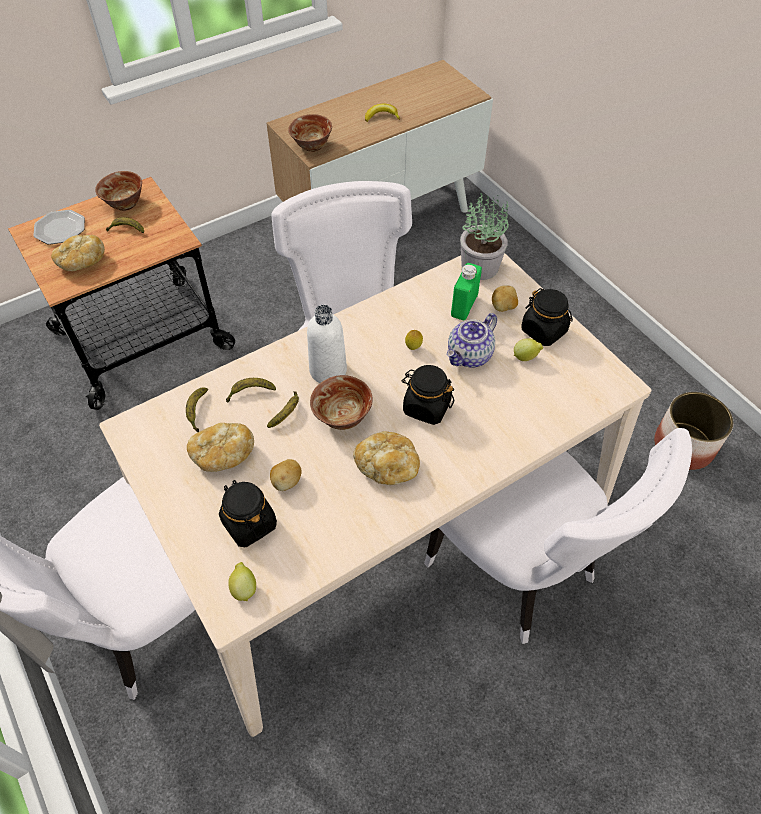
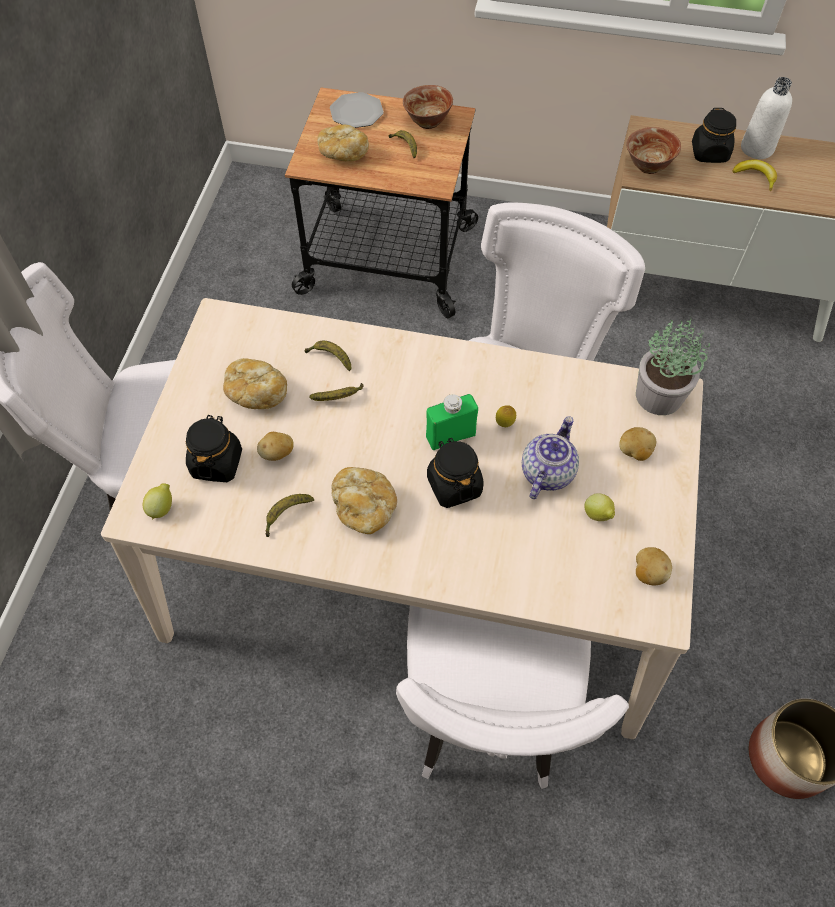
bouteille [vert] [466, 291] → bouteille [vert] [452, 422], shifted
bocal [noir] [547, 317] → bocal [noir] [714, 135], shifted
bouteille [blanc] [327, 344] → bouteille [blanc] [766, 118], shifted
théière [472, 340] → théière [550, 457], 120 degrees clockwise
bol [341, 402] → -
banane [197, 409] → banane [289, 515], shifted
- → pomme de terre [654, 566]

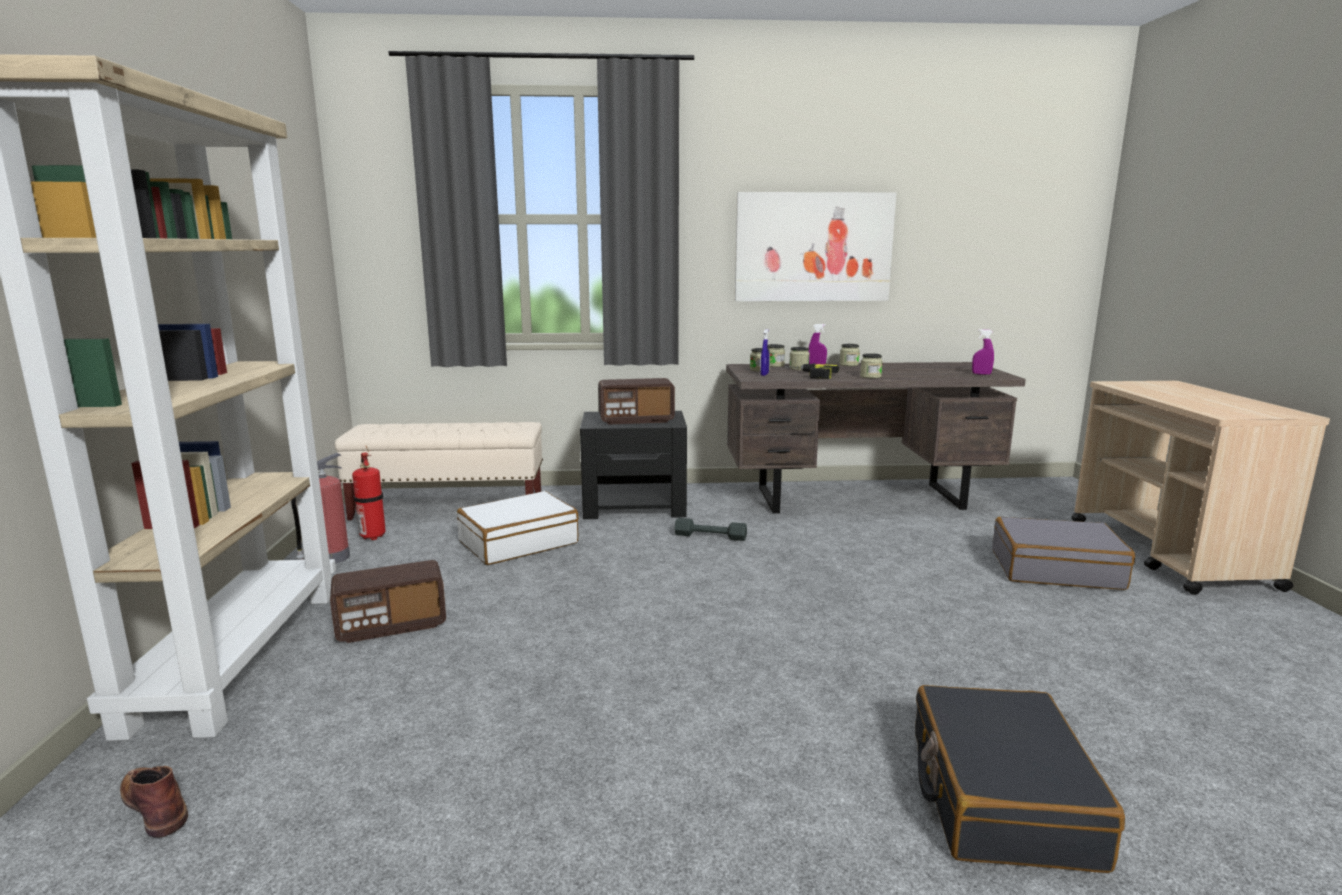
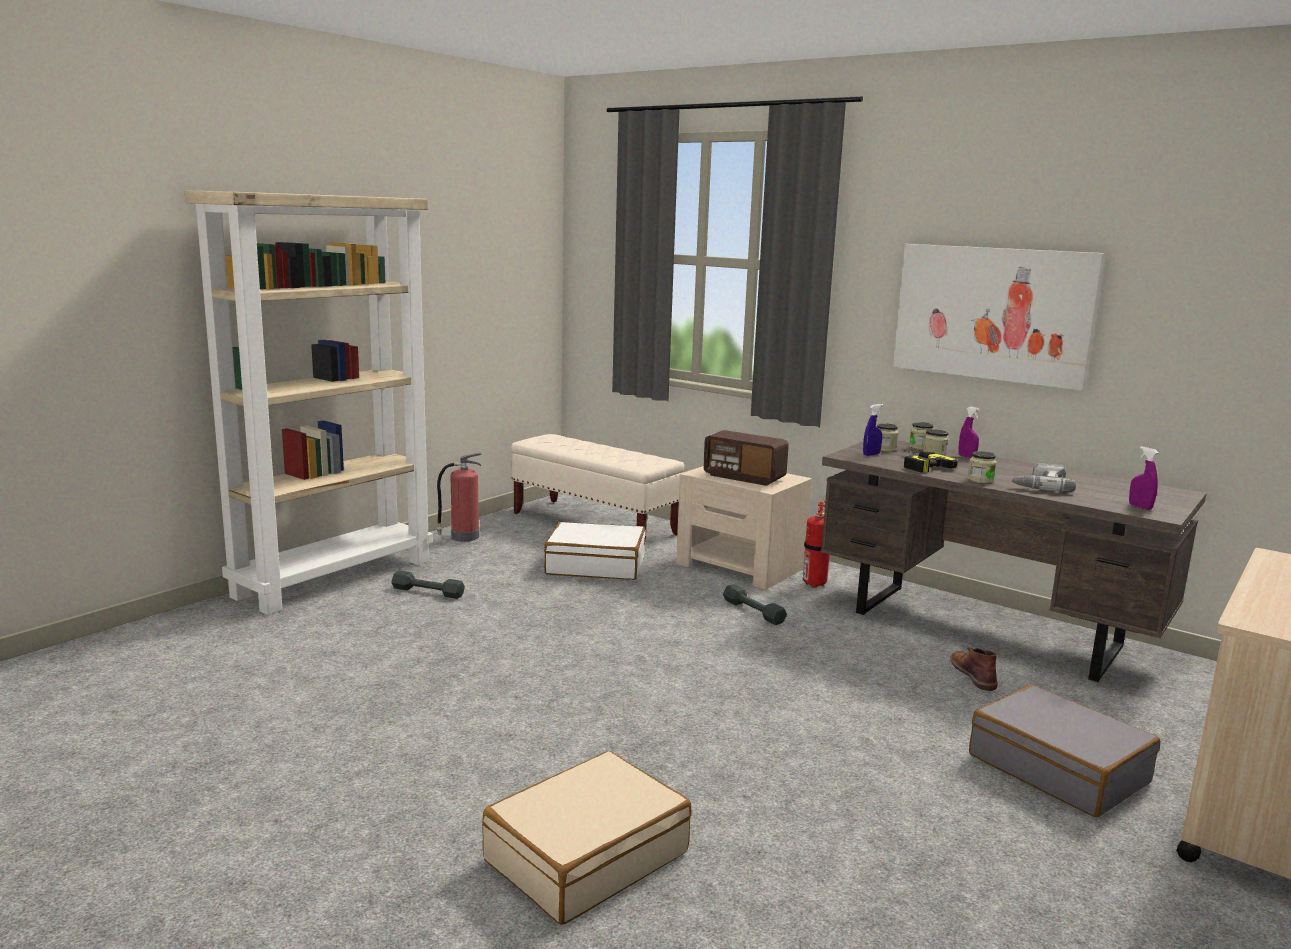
bocal [849, 355] → -
table de chevet [noir] [633, 465] → table de chevet [beige] [744, 528]
extincteur [369, 493] → extincteur [816, 542], shifted
radio [388, 601] → haltère [gris] [428, 585]
valise [noir] [1020, 779] → valise [beige] [586, 837]
botte [marron] [154, 802] → botte [marron] [974, 669], shifted
- → perceuse [1043, 477]

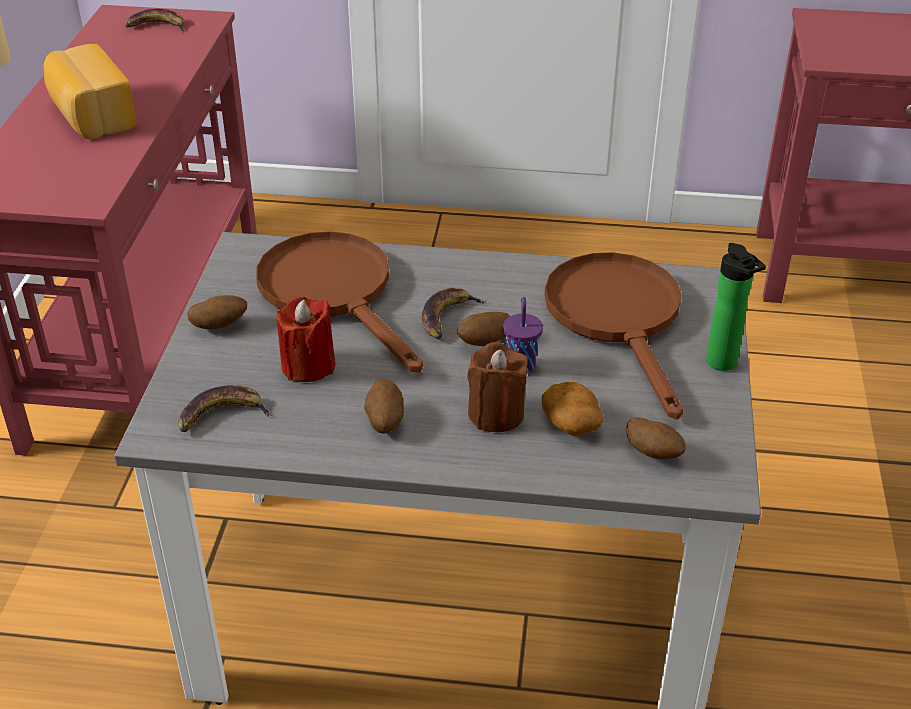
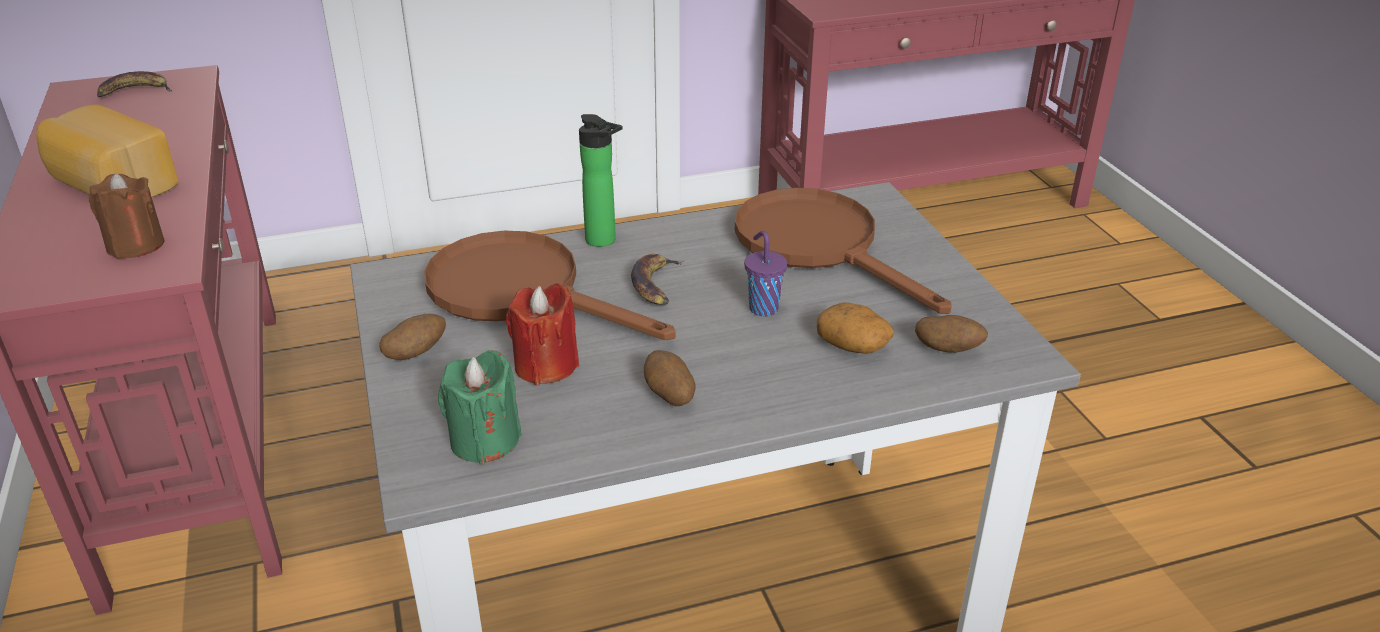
bouteille [736, 307] → bouteille [600, 180], shifted
pomme de terre [483, 329] → -
bougie [marron] [497, 387] → bougie [marron] [126, 216], shifted
banane [225, 408] → bougie [vert] [480, 407]

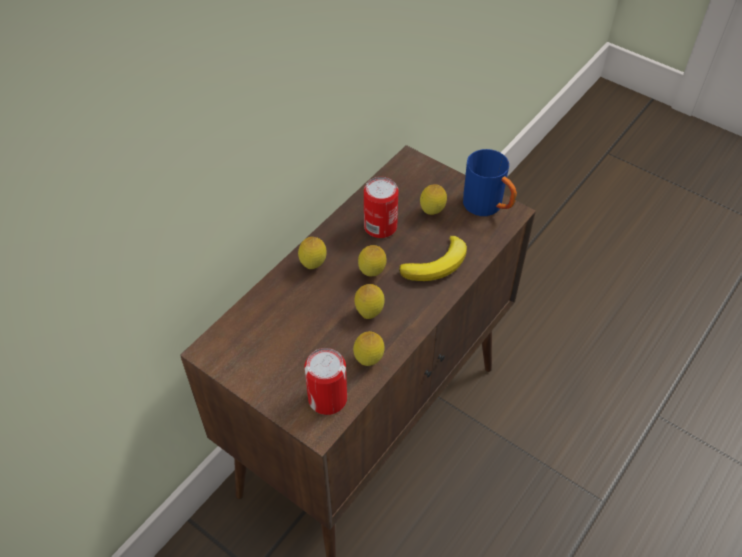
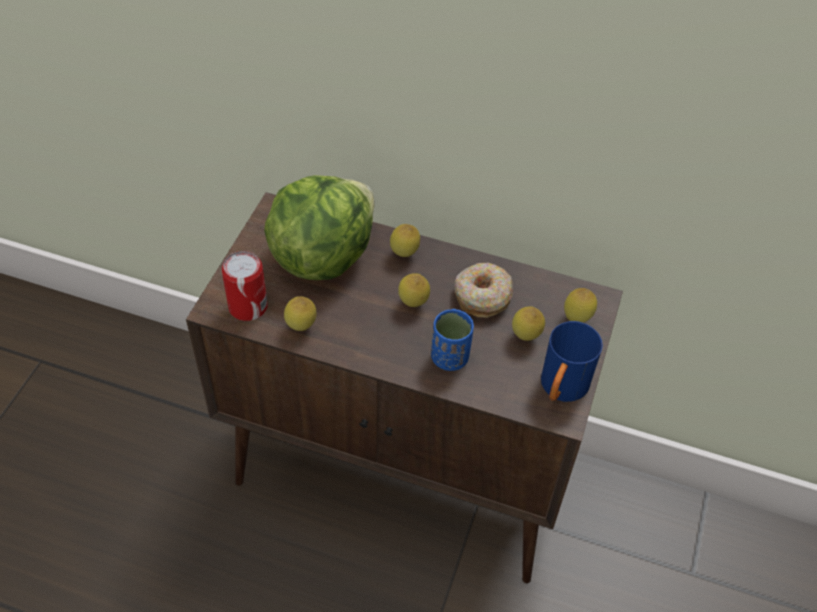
boîte métallique [381, 207] → beignet [484, 290]
banane [433, 258] → tasse [bleu] [452, 340]
citron [370, 301] → citron [580, 305], shifted
- → laitue [319, 227]

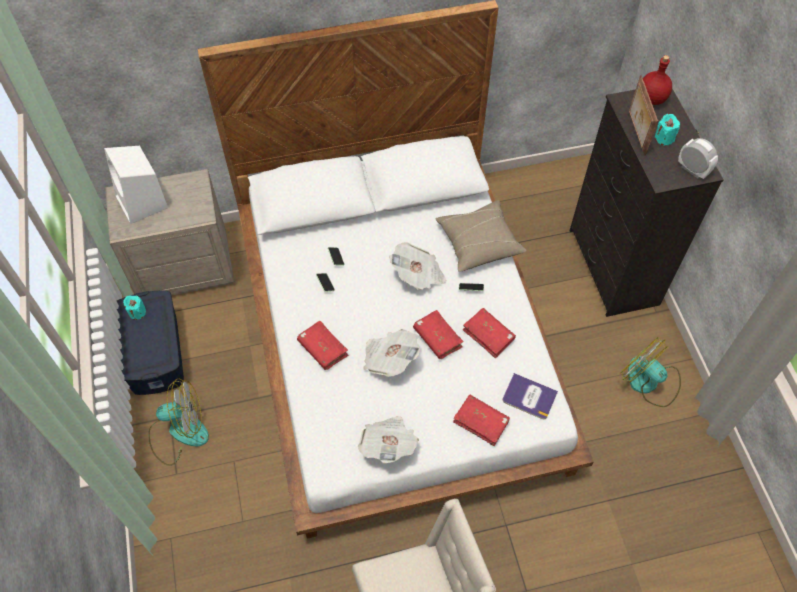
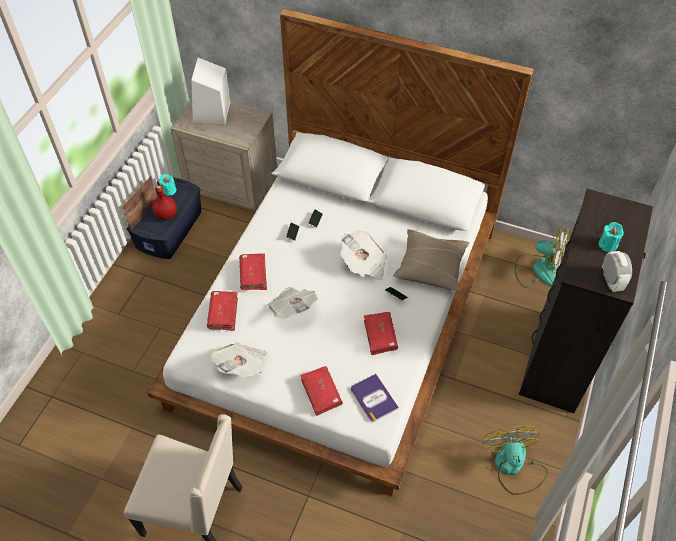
bouteille [rouge] [657, 80] → bouteille [rouge] [164, 202], shifted
cadre photo [643, 115] → cadre photo [140, 203], shifted
livre [rouge] [438, 334] → livre [rouge] [222, 311], shifted
ventilateur [178, 422] → ventilateur [543, 257], shifted

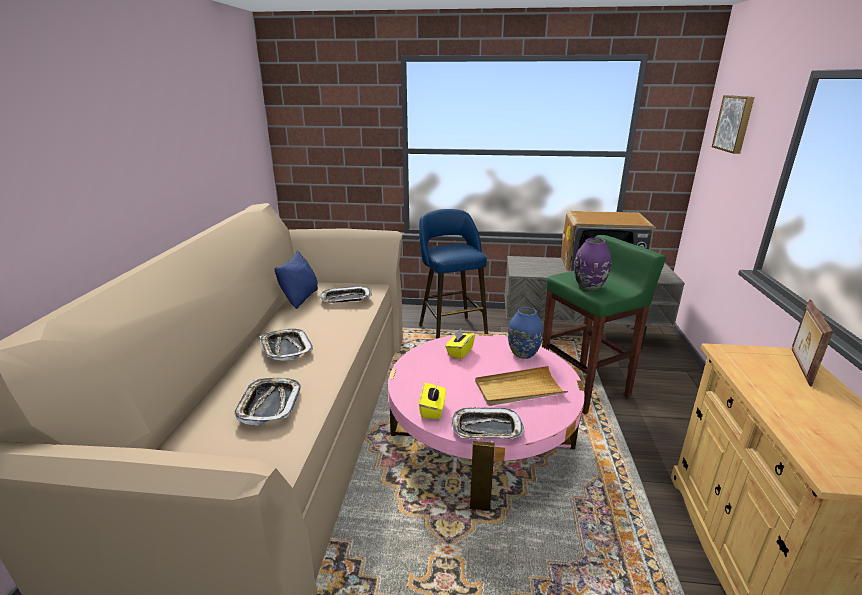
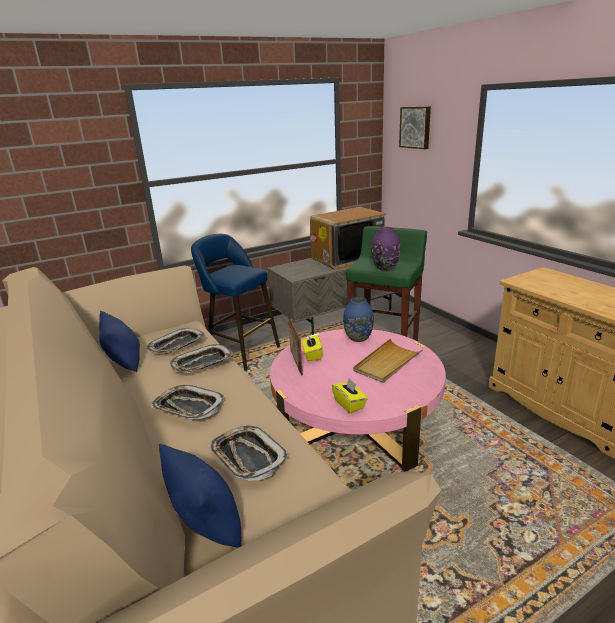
cadre photo [812, 343] → cadre photo [296, 347], shifted
plateau [488, 423] → plateau [201, 358], shifted
- → coussin [bleu] [200, 496]

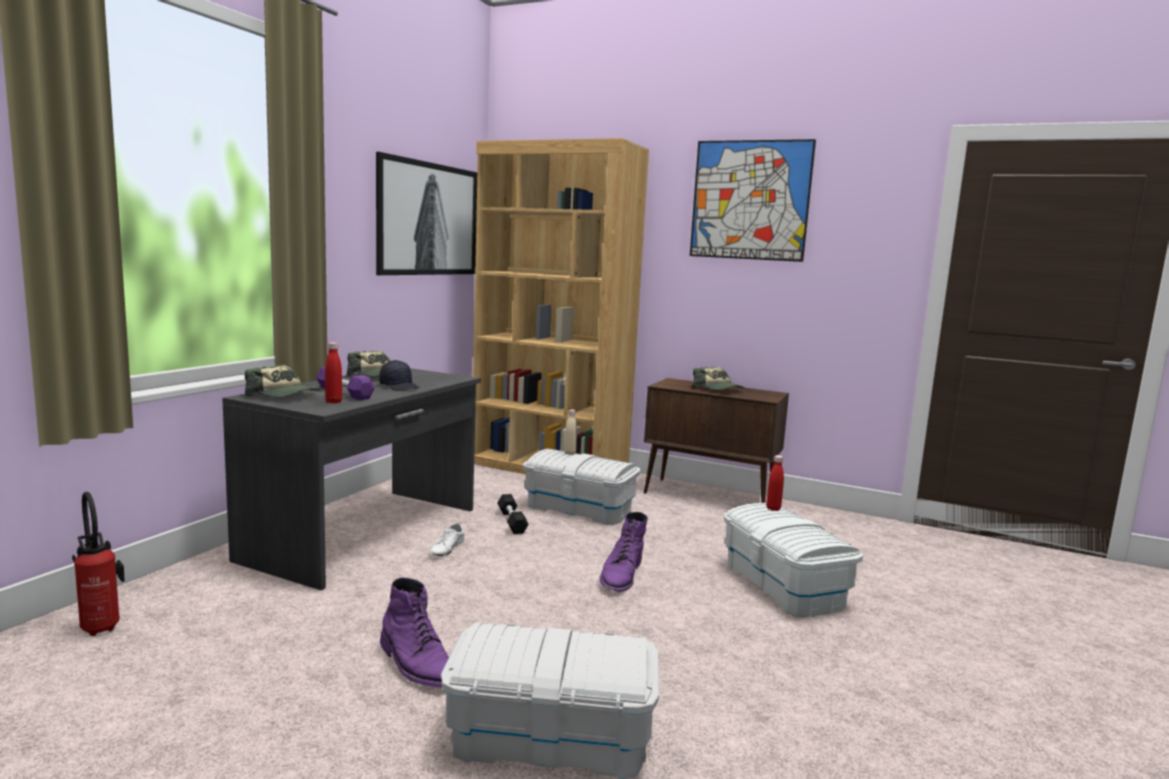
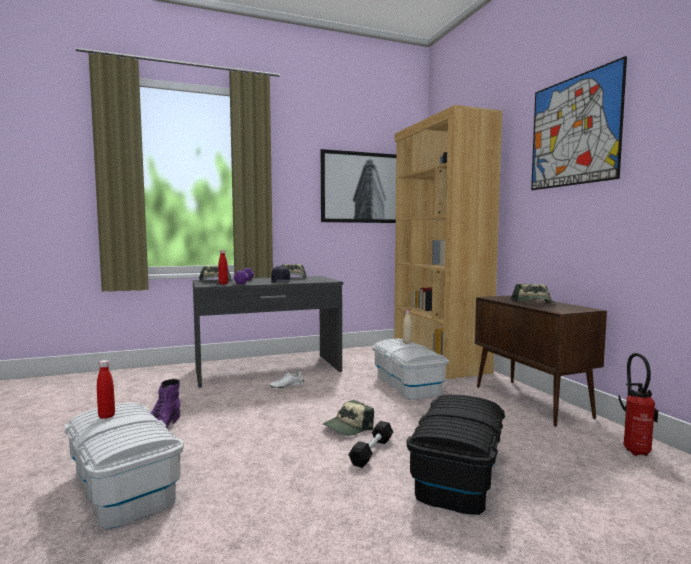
bouteille [rouge] [775, 483] → bouteille [rouge] [106, 389], shifted
extincteur [98, 564] → extincteur [638, 404], shifted
haltère [noir] [513, 514] → haltère [noir] [371, 444], shifted
boîte de rangement [blanc] [793, 560] → boîte de rangement [noir] [456, 454]
botte [violet] [623, 552] → casquette [348, 418]

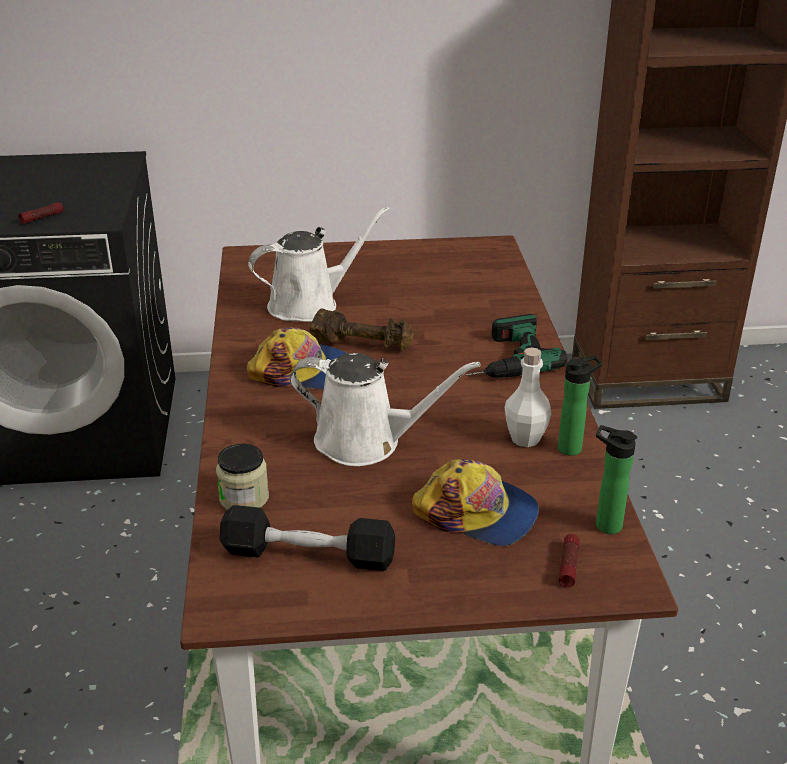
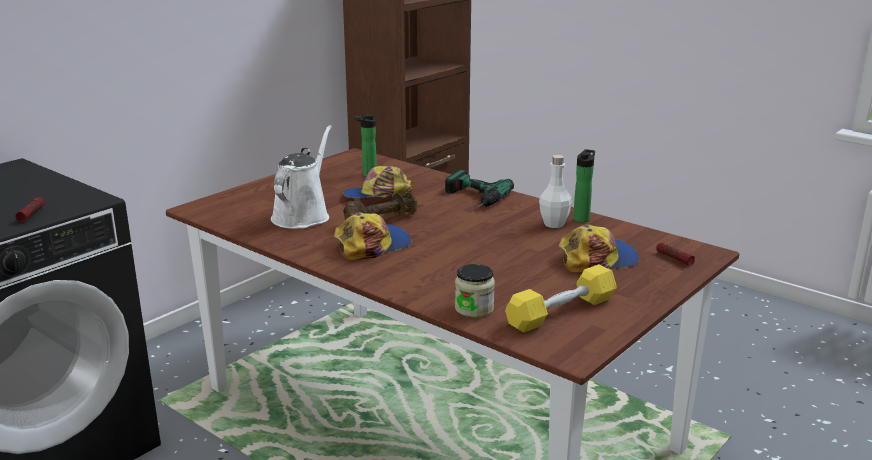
arrosoir [blanc] [385, 409] → -
bouteille [616, 479] → bouteille [365, 145], shifted
haltère [noir] [307, 538] → haltère [jaune] [561, 298]
- → casquette [378, 182]

